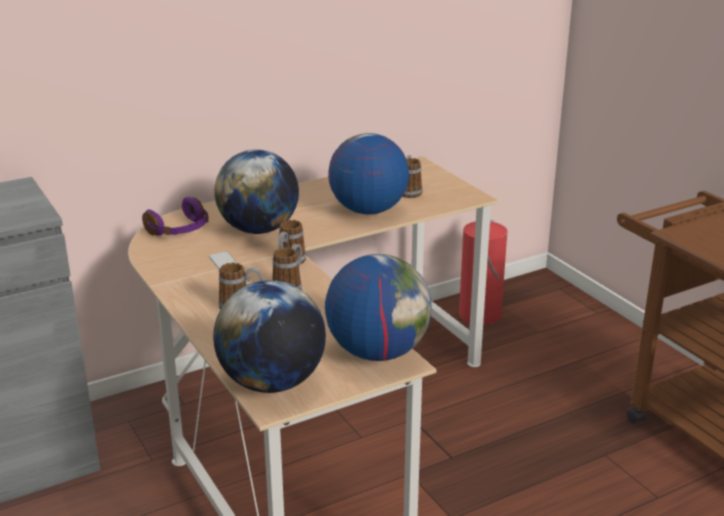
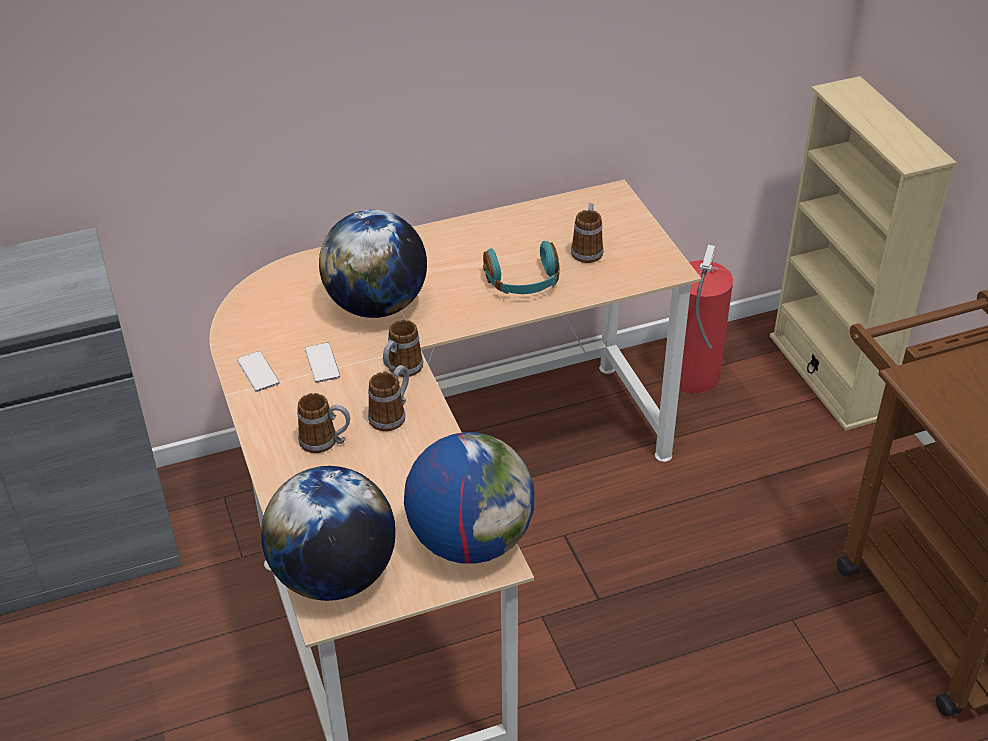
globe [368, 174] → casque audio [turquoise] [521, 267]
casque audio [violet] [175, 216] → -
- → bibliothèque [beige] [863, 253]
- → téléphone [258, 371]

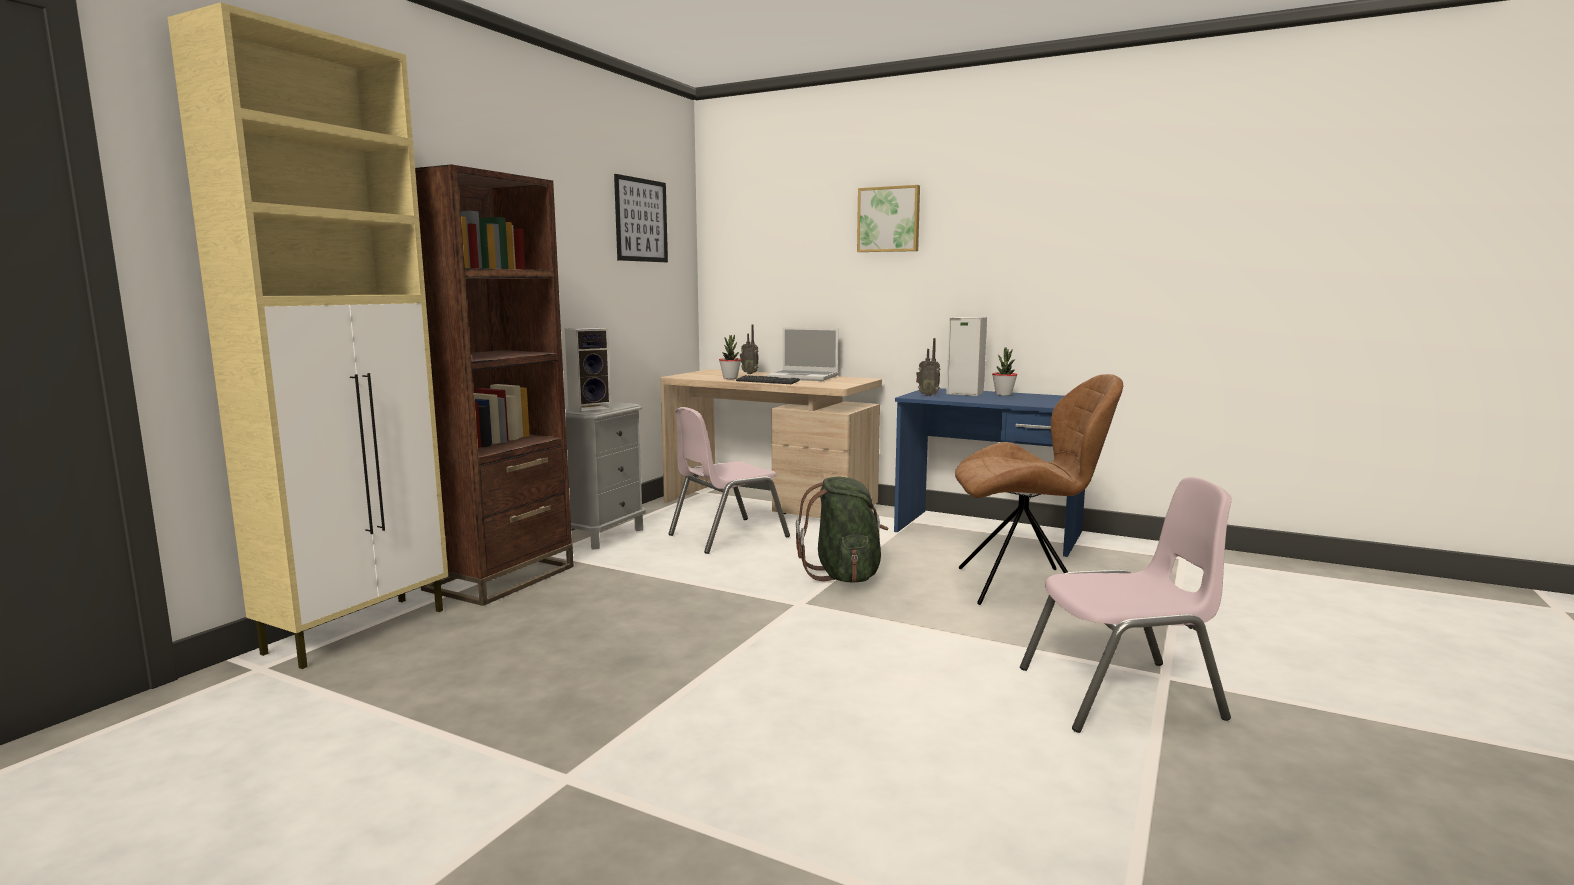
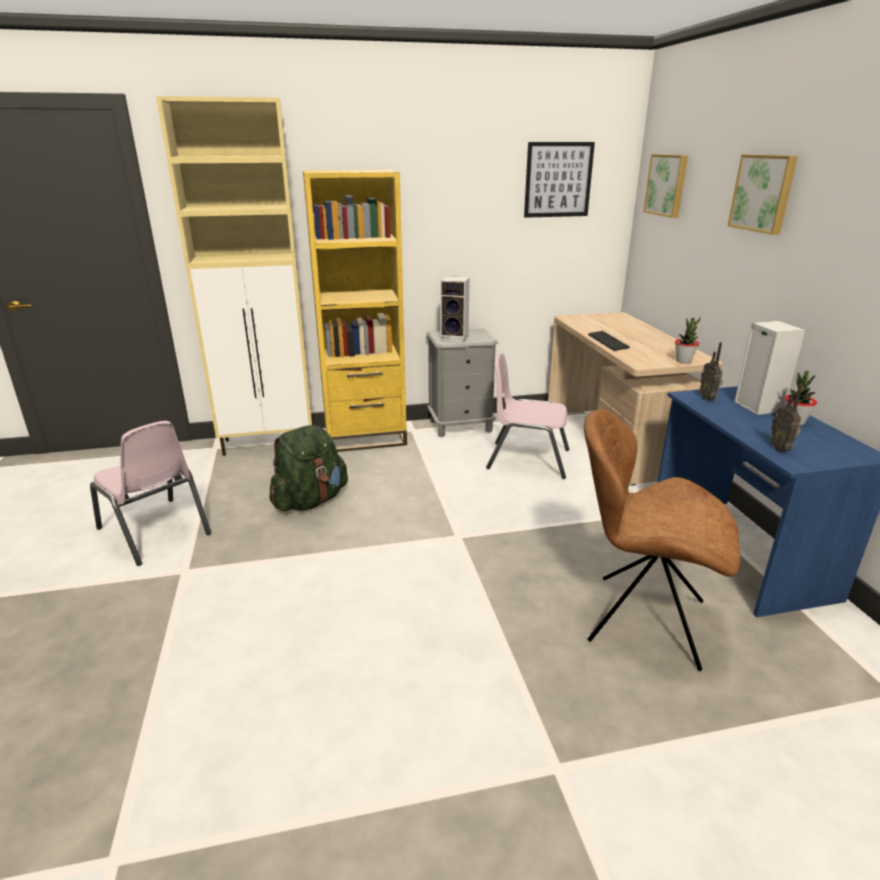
bibliothèque [marron] [494, 385] → bibliothèque [jaune] [355, 311]
radio [749, 349] → radio [786, 418], shifted
ordinateur portable [802, 354] → -
plante en pot [730, 357] → plante en pot [688, 340], shifted
chaise [marron] [1039, 489] → chaise [marron] [662, 540], 150 degrees clockwise
sac à dos [vert] [842, 530] → sac à dos [vert] [309, 468], shifted
chaise [rose] [1126, 605] → chaise [rose] [150, 493], shifted
- → tableau [665, 186]

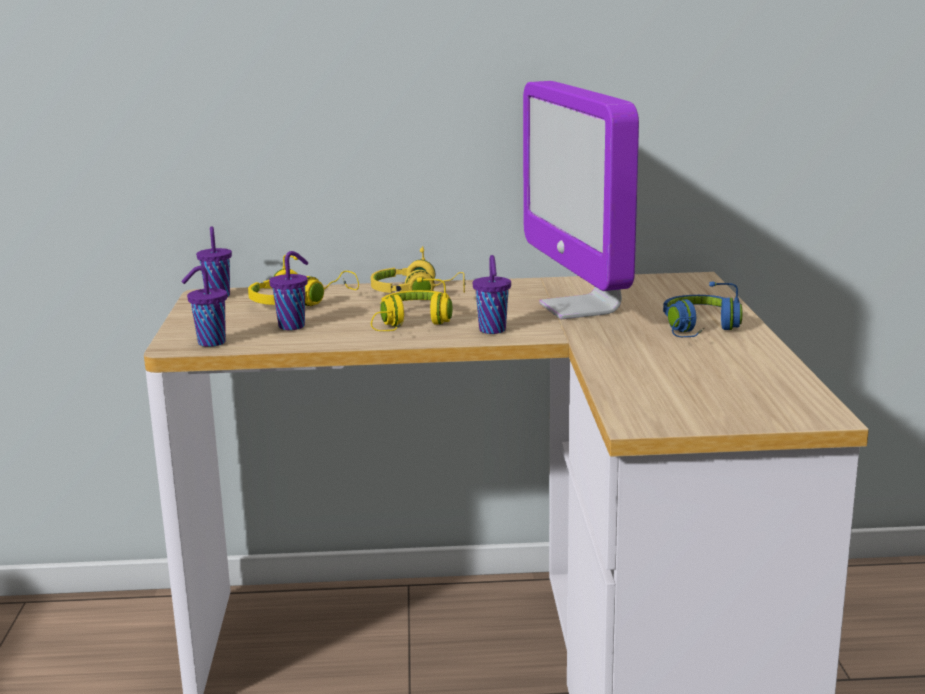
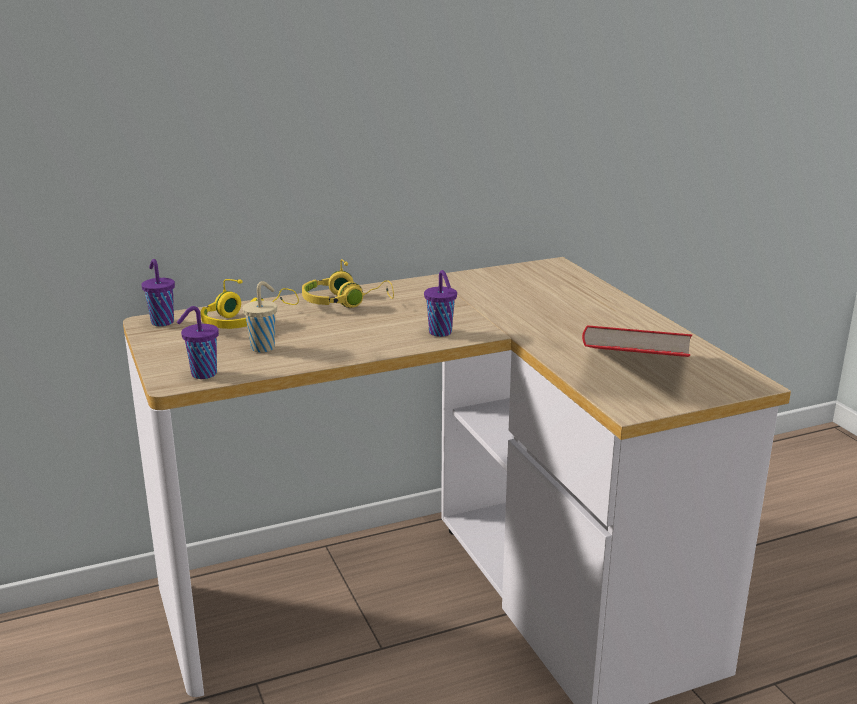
écran d'ordinateur [581, 200] → -
tasse [violet] [288, 290] → tasse [beige] [259, 317]
casque audio [jaune] [412, 304] → -
casque audio [bleu] [703, 309] → -
- → livre [rouge] [637, 341]

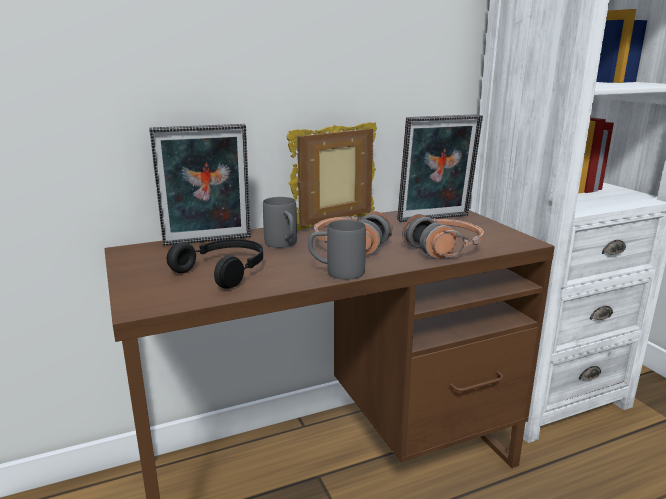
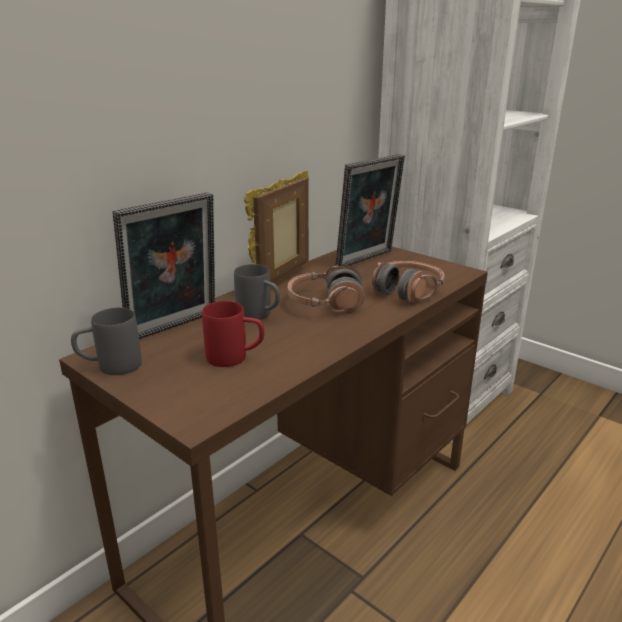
mug [gris] [337, 250] → mug [gris] [106, 341], shifted
casque audio [noir] [215, 264] → mug [rouge] [233, 334]

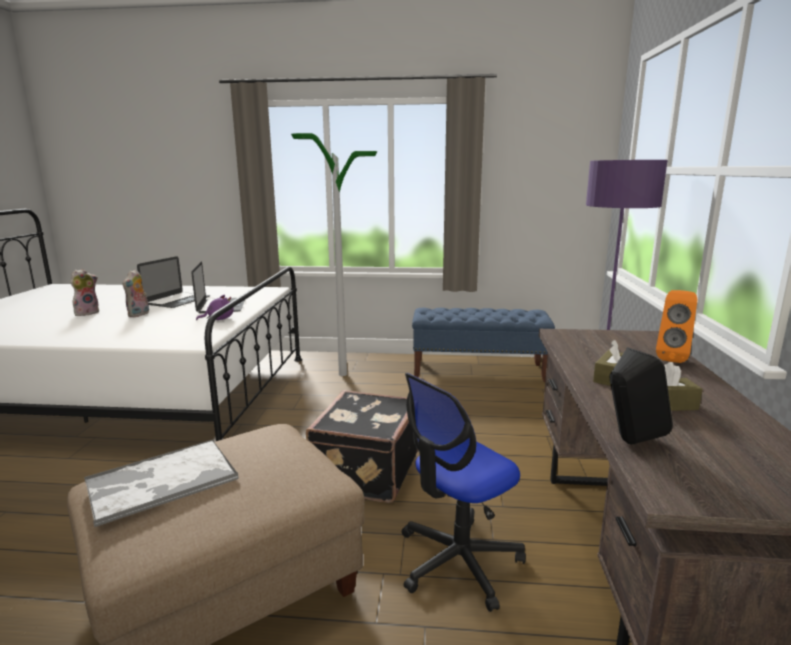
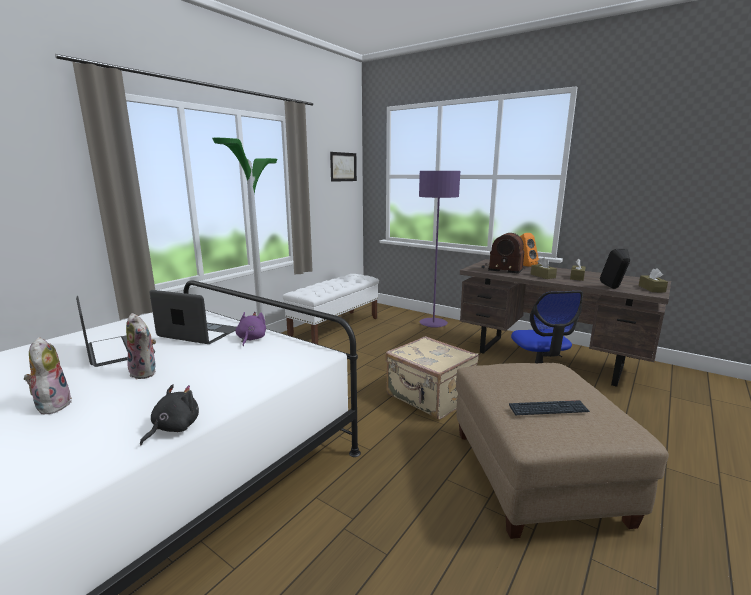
banc [bleu] [483, 345] → banc [blanc] [331, 309]
valise [noir] [362, 446] → valise [beige] [432, 378]
plateau [161, 483] → clavier [549, 407]
- → tableau [343, 167]
- → radio [503, 253]
- → boîte à mouchoirs [marron] [653, 280]
- → peluche [noir] [169, 414]

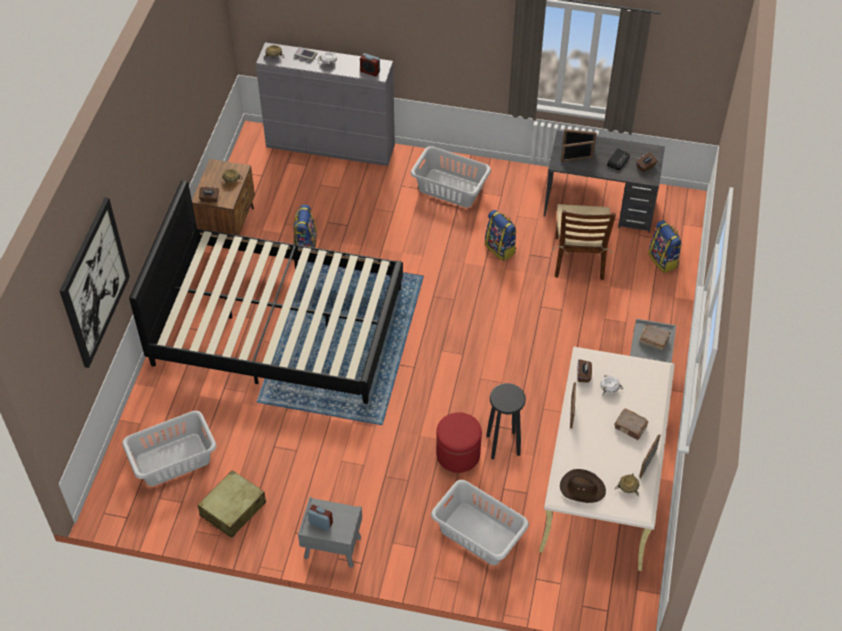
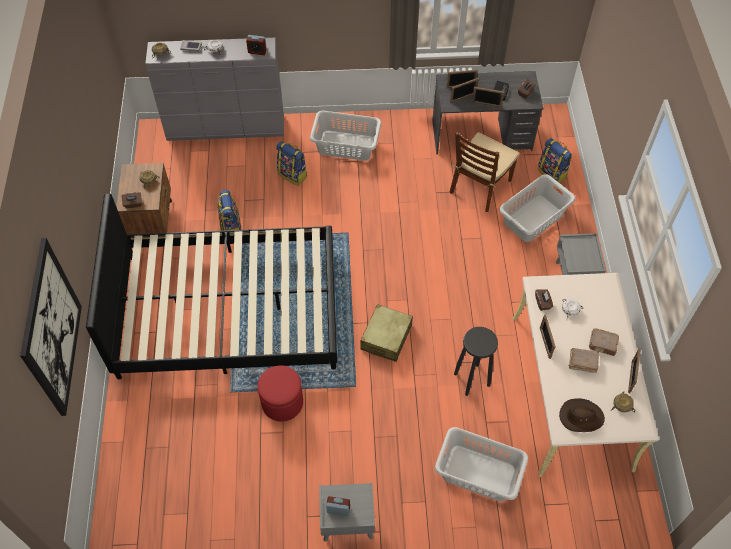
chaise [marron] [584, 242] → chaise [marron] [484, 172], 45 degrees clockwise
sac à dos [501, 235] → sac à dos [291, 163], shifted
livre [marron] [654, 337] → livre [marron] [584, 360], shifted
panier à linge [gris] [169, 448] → panier à linge [gris] [537, 208], shifted
pouf [rouge] [459, 442] → pouf [rouge] [280, 393], shifted
valise [beige] [232, 504] → valise [beige] [386, 333], shifted
- → cadre photo [488, 97]

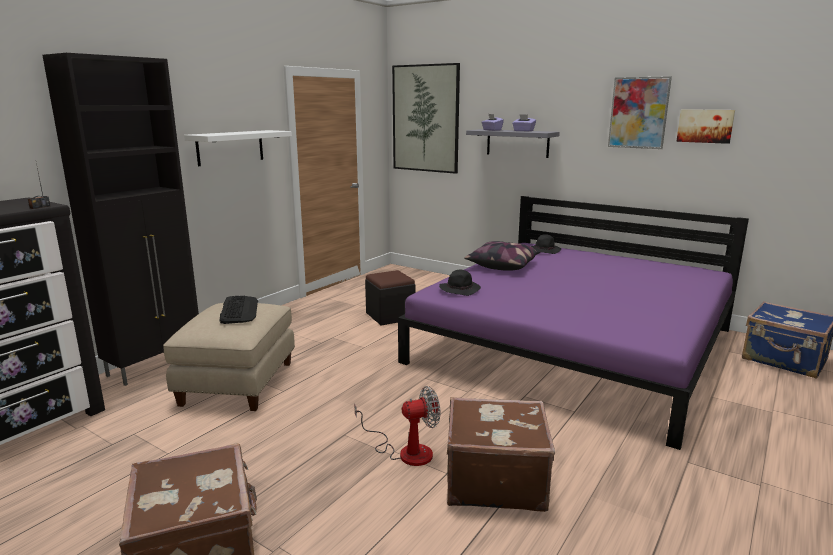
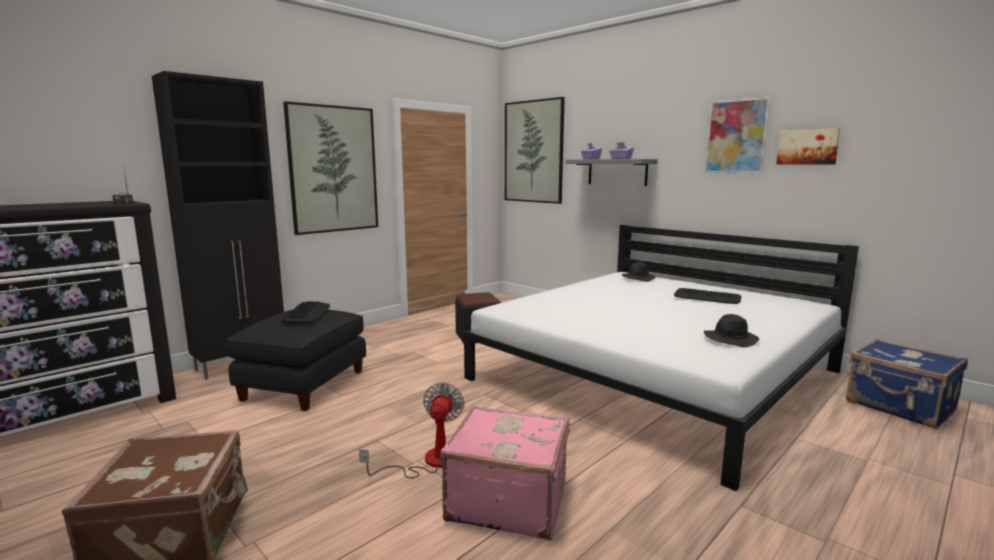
étagère [blanc] [238, 148] → tableau [330, 168]
lit [violet] [573, 323] → lit [blanc] [661, 358]
coussin [502, 255] → -
chapeau [noir] [460, 282] → chapeau [noir] [731, 330], shifted
pouf [beige] [229, 357] → pouf [noir] [296, 360]
ventilateur [397, 426] → ventilateur [412, 430], 75 degrees counterclockwise
valise [marron] [501, 454] → valise [rose] [504, 473]
- → clavier [708, 296]

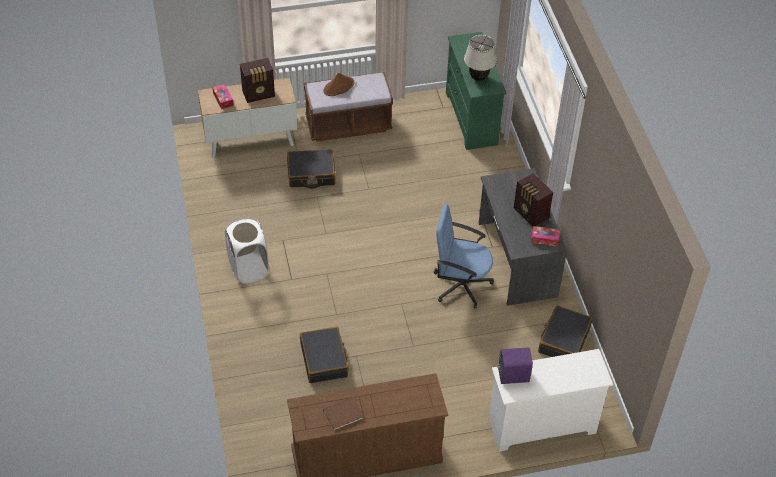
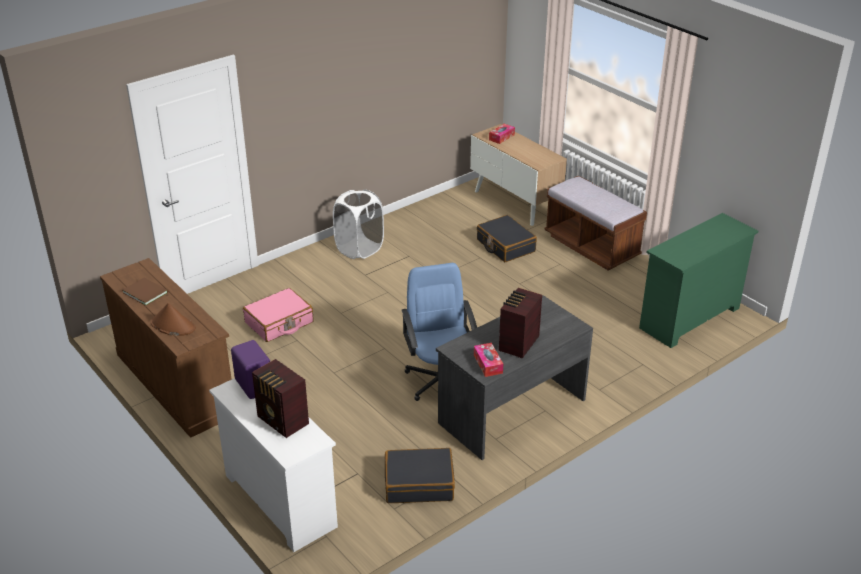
lampe de table [beige] [480, 58] → -
radio [257, 80] → radio [280, 398], shifted
chapeau [marron] [339, 84] → chapeau [marron] [173, 319], shifted
valise [noir] [324, 355] → valise [rose] [278, 315]

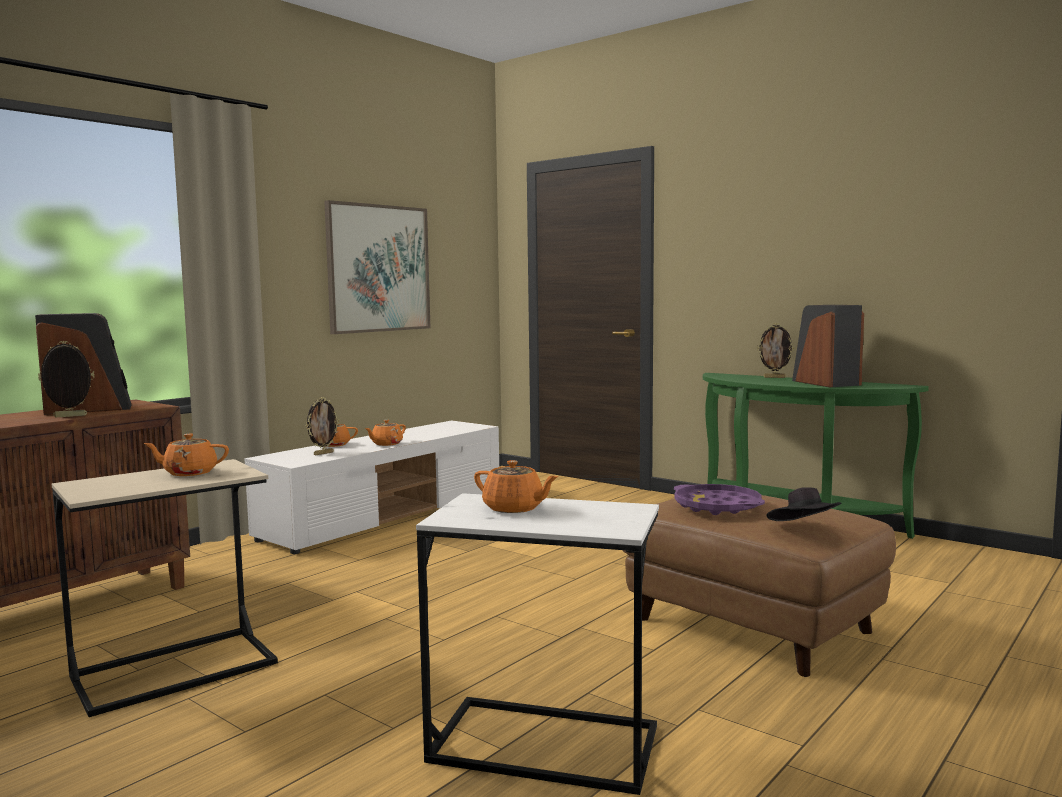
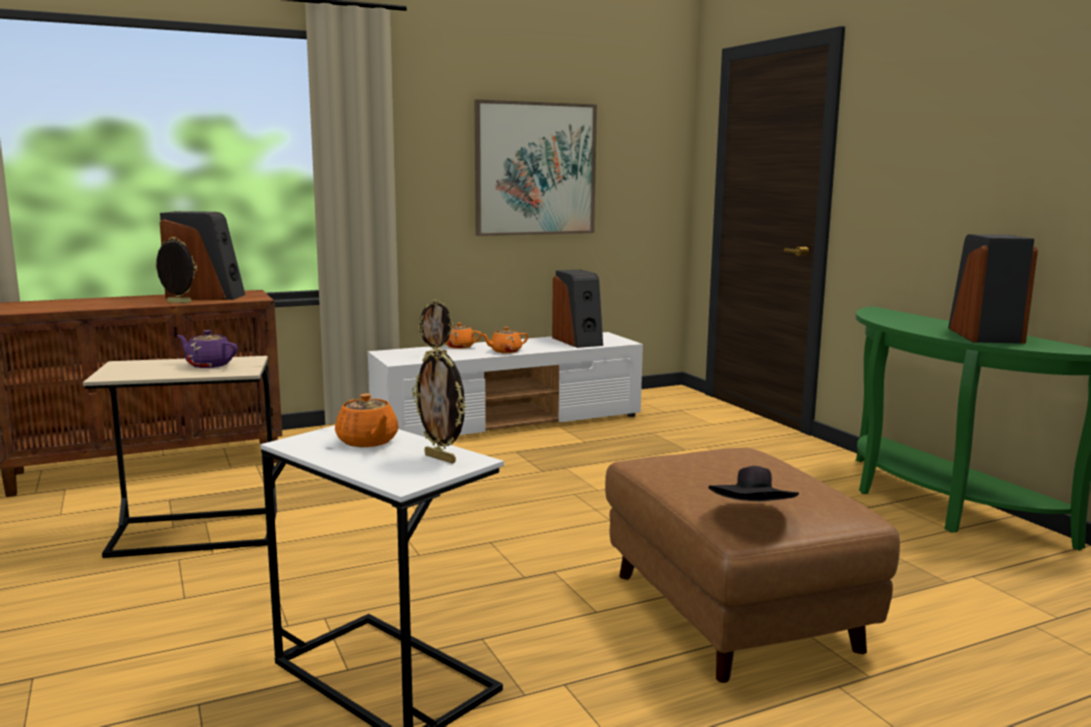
cadre photo [775, 350] → cadre photo [439, 406], shifted
théière [orange] [186, 455] → théière [violet] [207, 349]
plateau [violet] [719, 499] → -
- → enceinte [577, 309]

